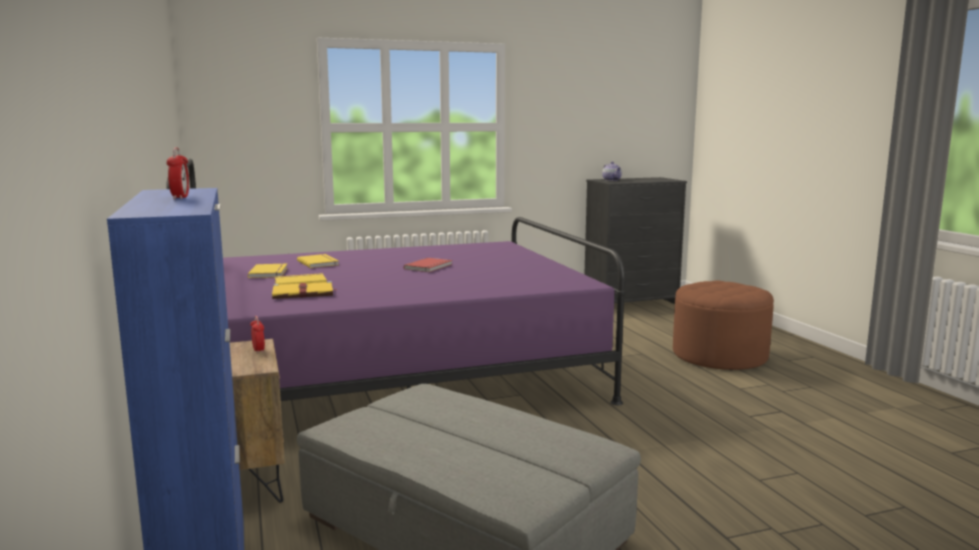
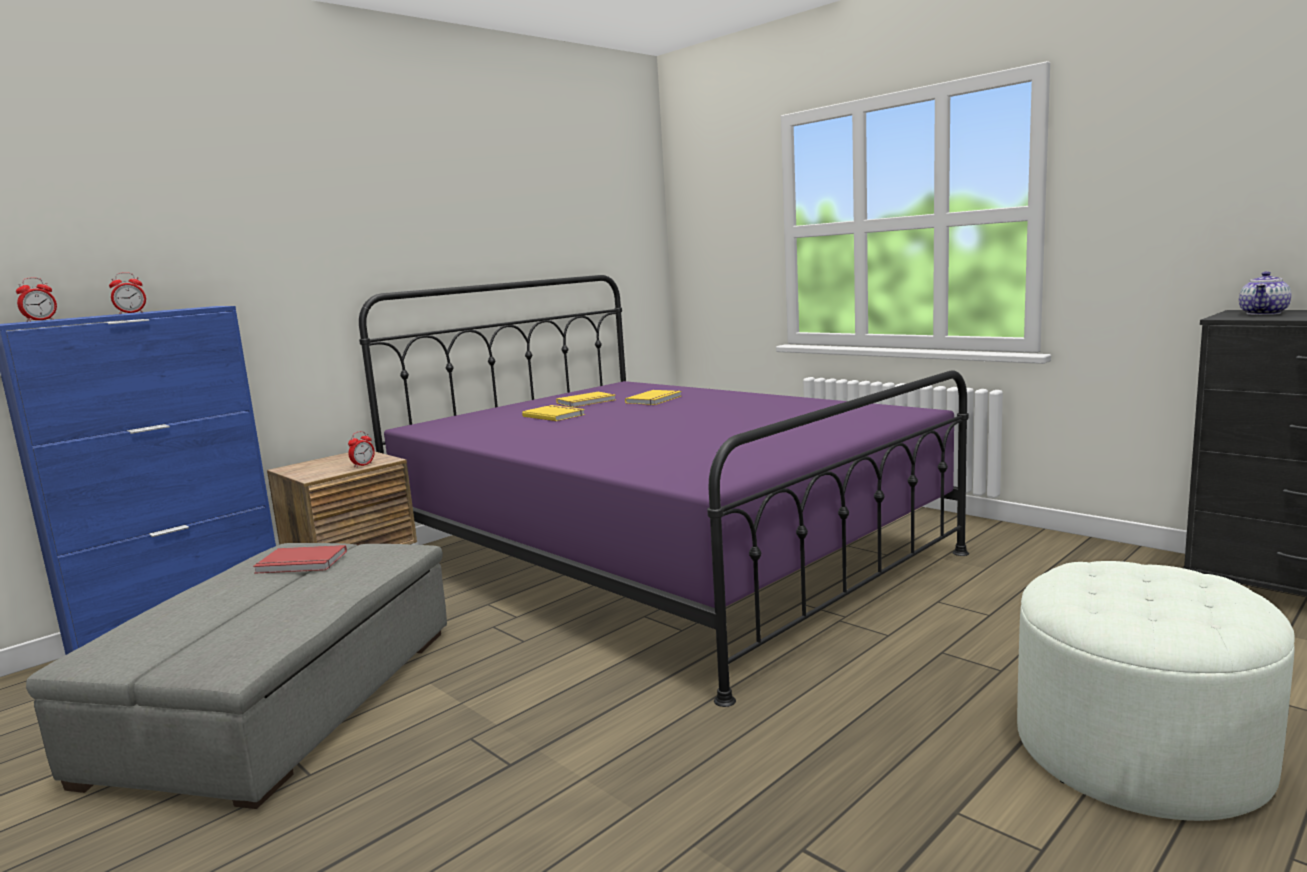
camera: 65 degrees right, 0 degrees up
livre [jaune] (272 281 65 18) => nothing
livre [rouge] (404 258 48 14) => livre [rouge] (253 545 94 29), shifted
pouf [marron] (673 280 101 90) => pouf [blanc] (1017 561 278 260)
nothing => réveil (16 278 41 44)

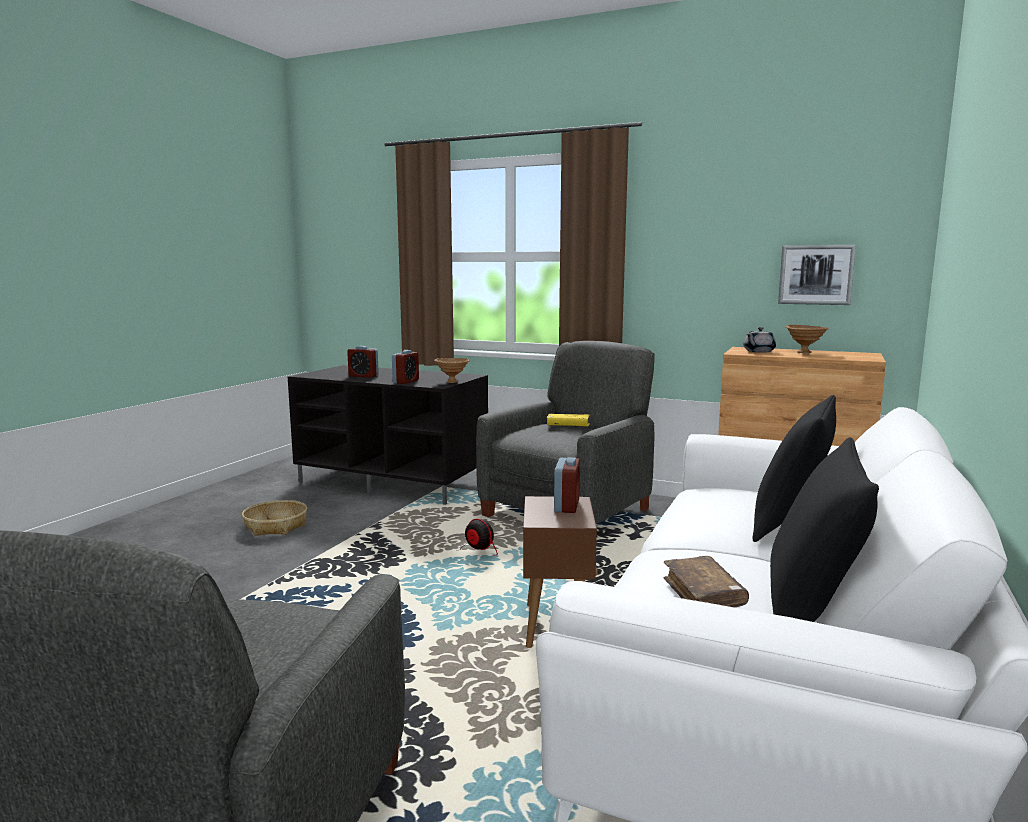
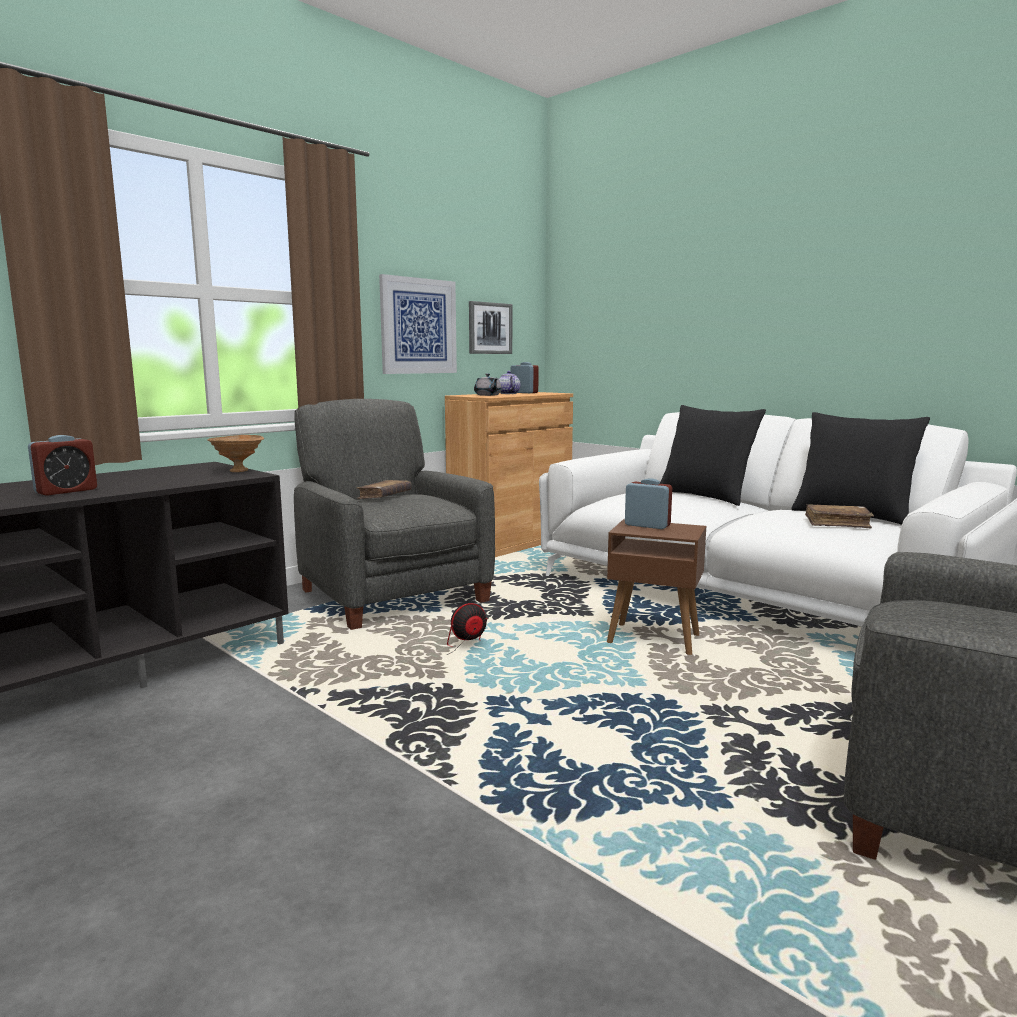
camera: 70 degrees left, 0 degrees up
panier (242 500 65 36) => nothing
réveil (392 350 27 34) => réveil (511 362 28 31), shifted
livre [jaune] (547 414 43 13) => livre [marron] (356 480 55 19)
bol [marron] (785 325 44 28) => théière (499 371 22 23)
nothing => tableau (379 274 78 100)

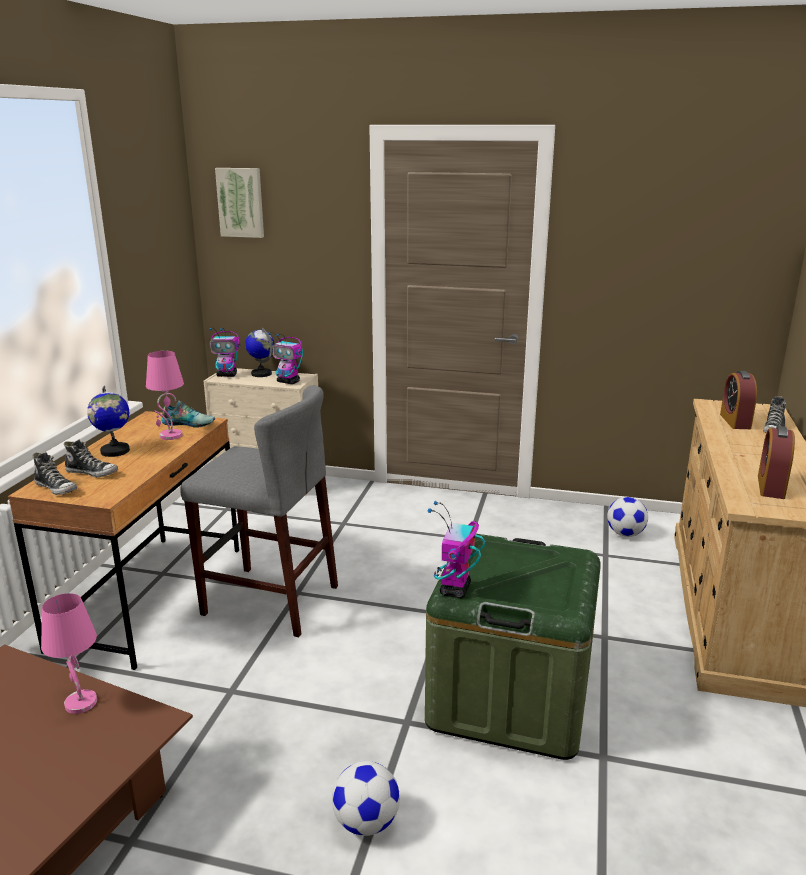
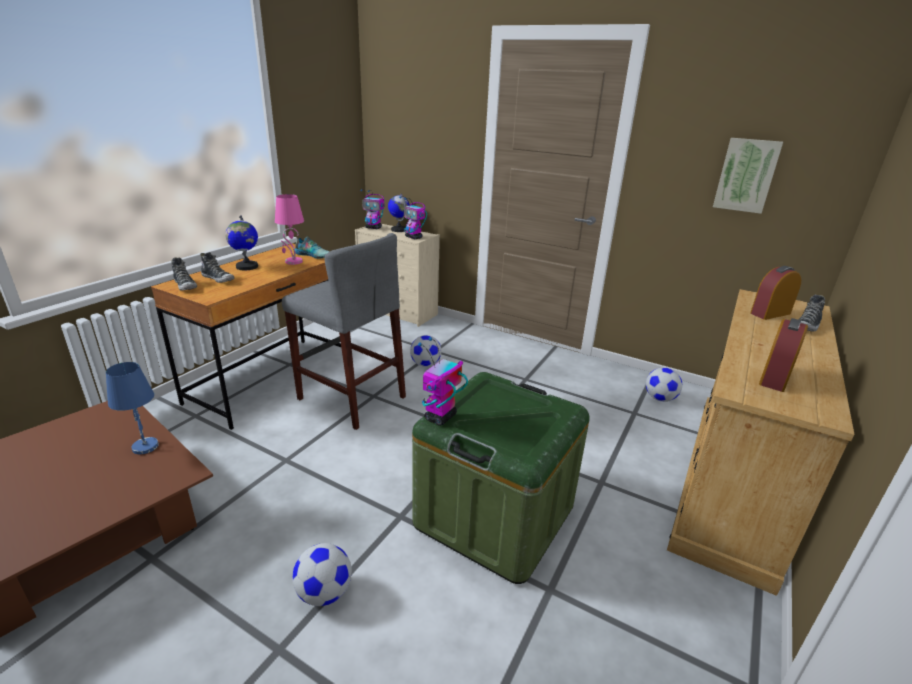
camera: 15 degrees right, 5 degrees up
lampe de table [rose] (41 593 56 121) => lampe de table [bleu] (106 362 53 92)
tableau (215 168 49 70) => tableau (713 138 70 76), shifted
réveil (720 371 37 58) => réveil (750 266 51 54), 45 degrees clockwise
nothing => ballon de foot (410 335 31 32)

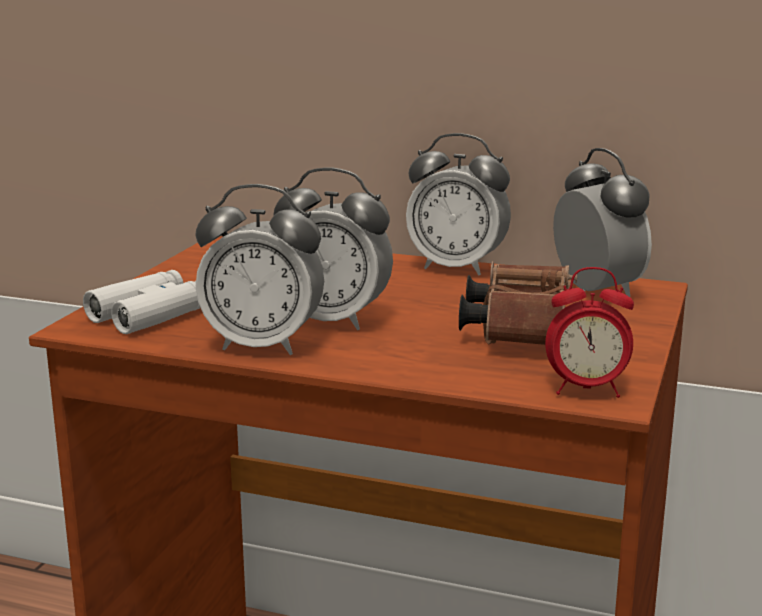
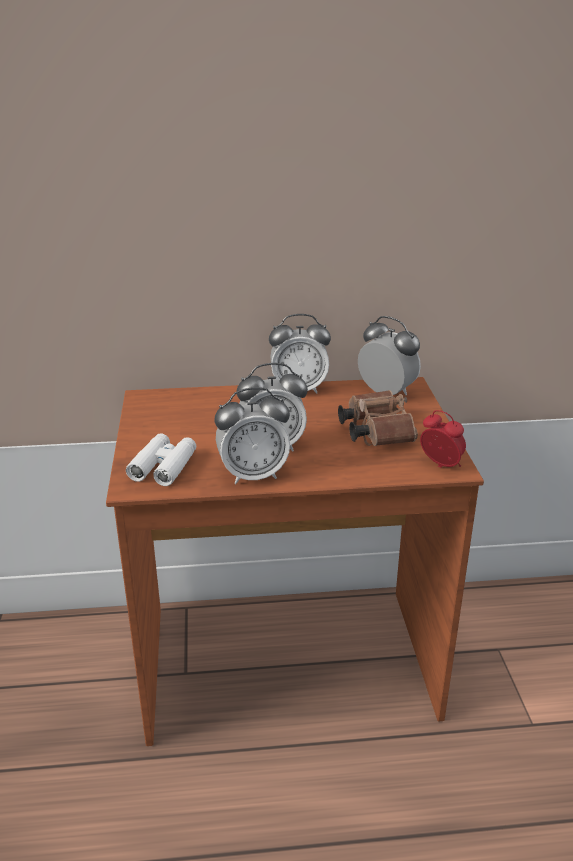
camera: 25 degrees left, 10 degrees up
réveil (545 267 89 131) => réveil (420 410 46 58), 120 degrees counterclockwise

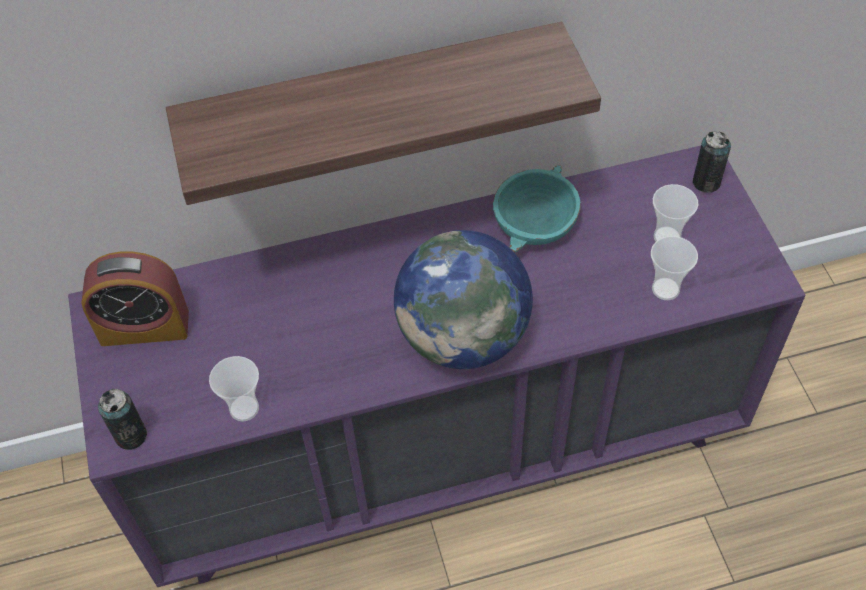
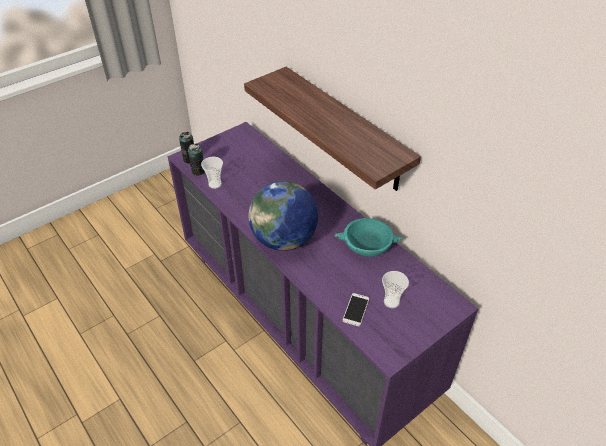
camera: 65 degrees right, 10 degrees down
réveil (81 252 108 94) => nothing
tasse (651 236 47 64) => téléphone (343 293 26 33)
boîte métallique (693 131 38 62) => boîte métallique (188 144 17 32), shifted

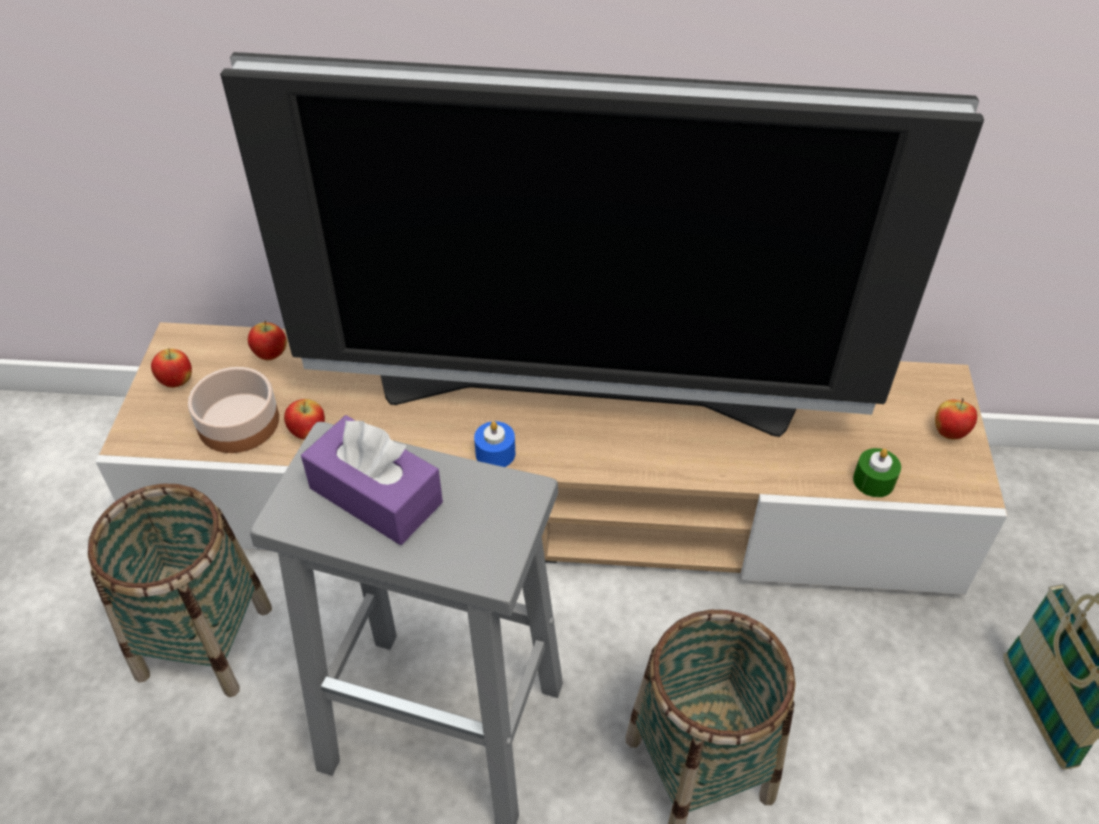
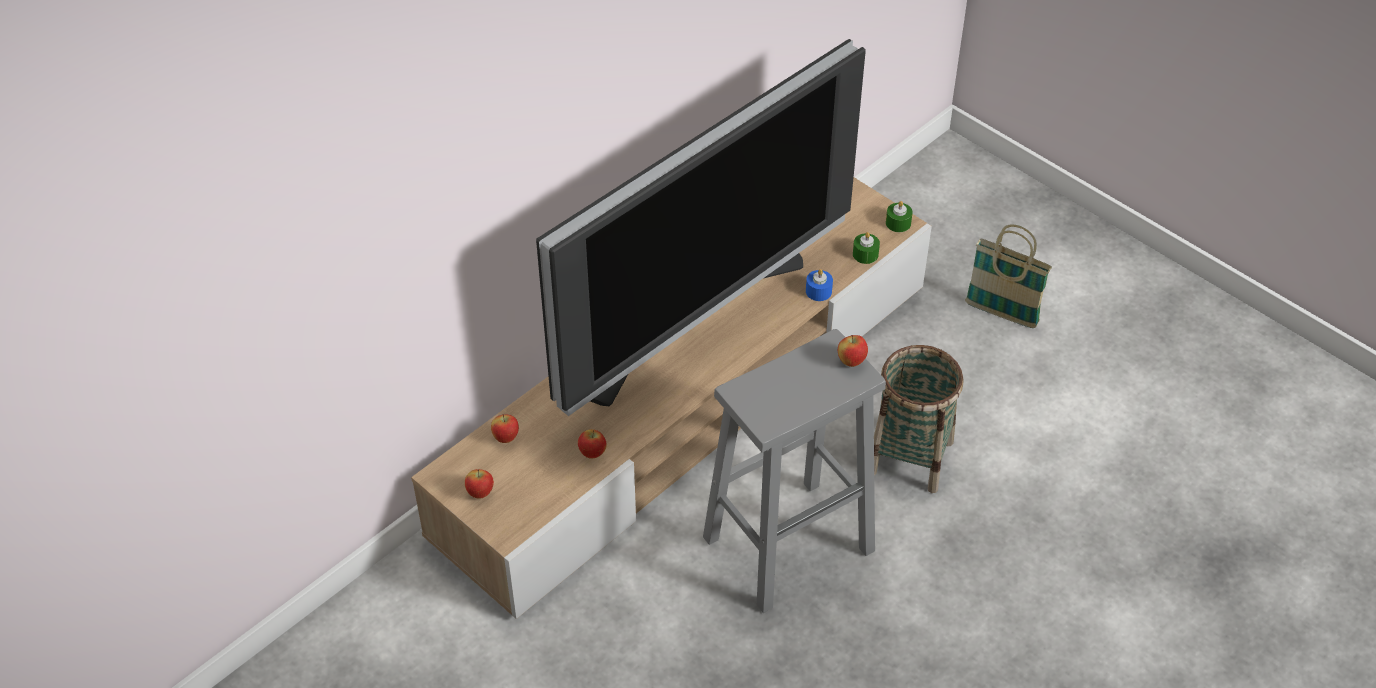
camera: 50 degrees left, 0 degrees up
panier (88 484 184 213) => nothing
bol (188 367 91 86) => nothing
boîte à mouchoirs [violet] (301 415 142 130) => nothing
bougie [bleu] (474 421 41 46) => bougie [bleu] (806 269 27 32), shifted
pomme (935 398 42 42) => pomme (838 335 30 32), shifted
nothing => bougie [vert] (886 201 27 31)

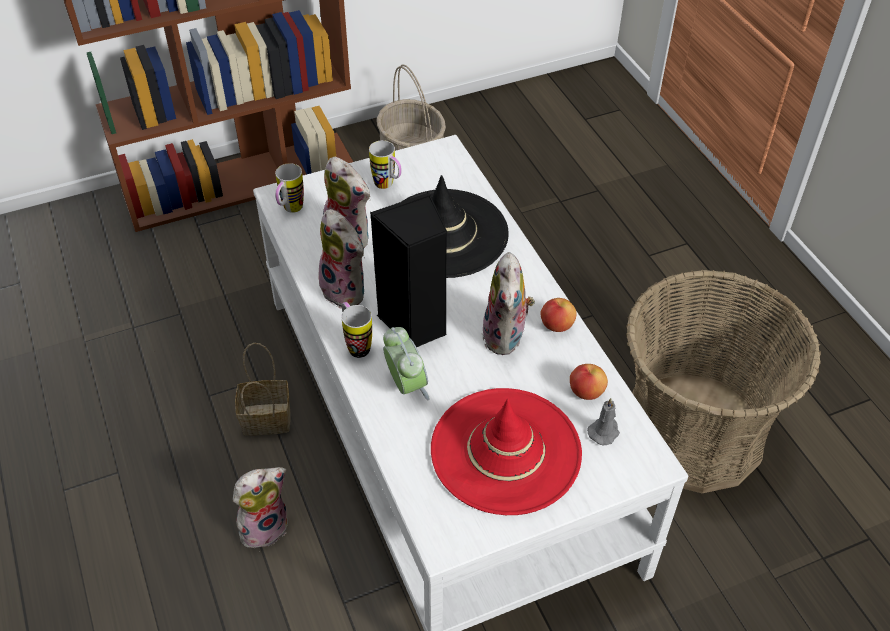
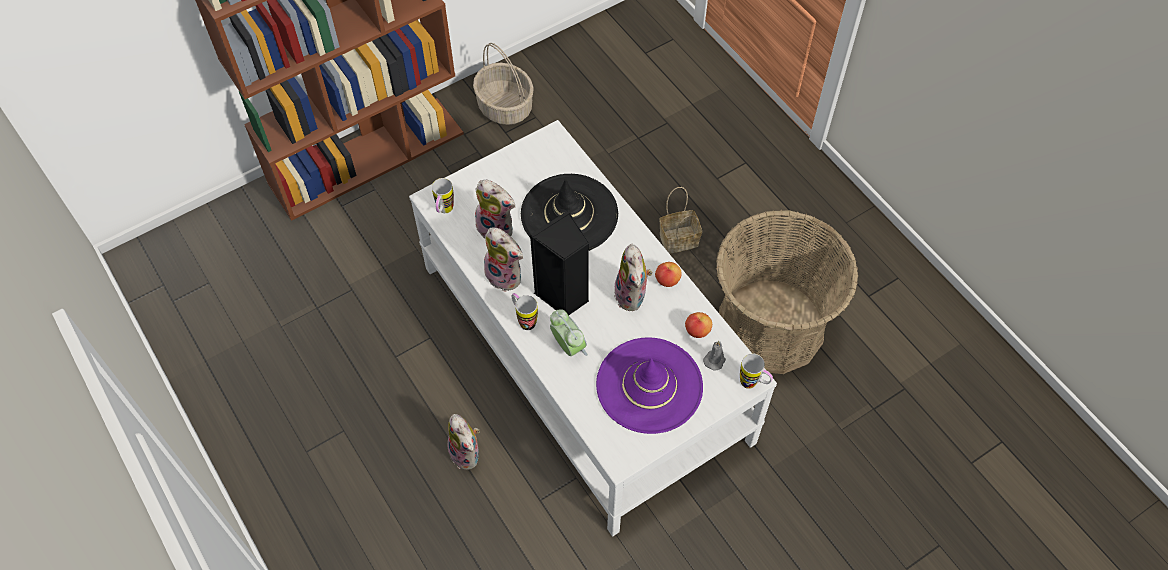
camera: 10 degrees left, 10 degrees up
peluche (233 467 55 81) => peluche (448 414 31 56), 105 degrees clockwise
panier (235 343 56 92) => panier (659 187 43 67), shifted
mug (369 140 33 49) => mug (740 353 33 36), shifted
chapeau [rouge] (431 388 151 127) => chapeau [violet] (596 337 107 97)

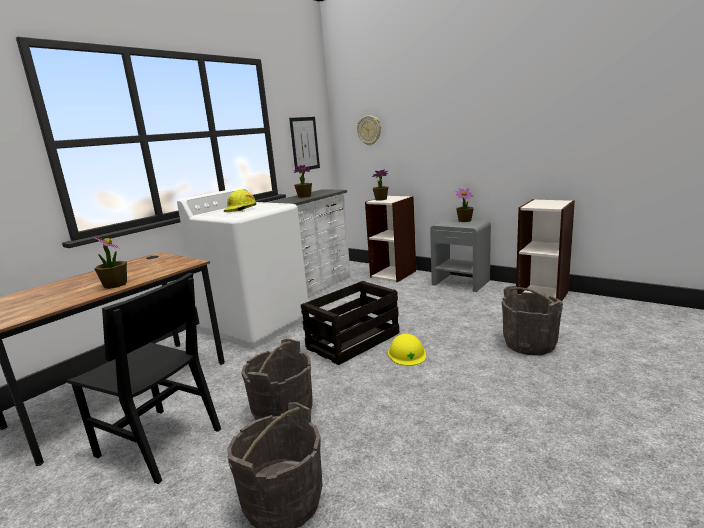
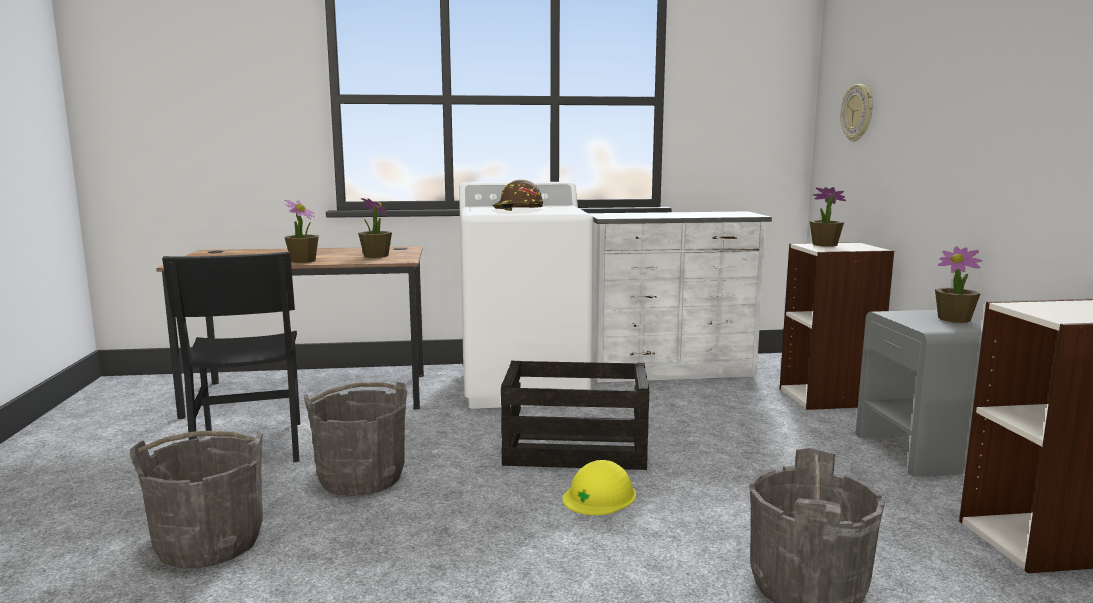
camera: 45 degrees right, 5 degrees down
casque de chantier [jaune] (224 189 32 23) => casque de chantier [marron] (493 180 50 31)
tableau (289 117 31 53) => nothing
plante en pot (293 165 19 33) => plante en pot (358 198 34 60), shifted

